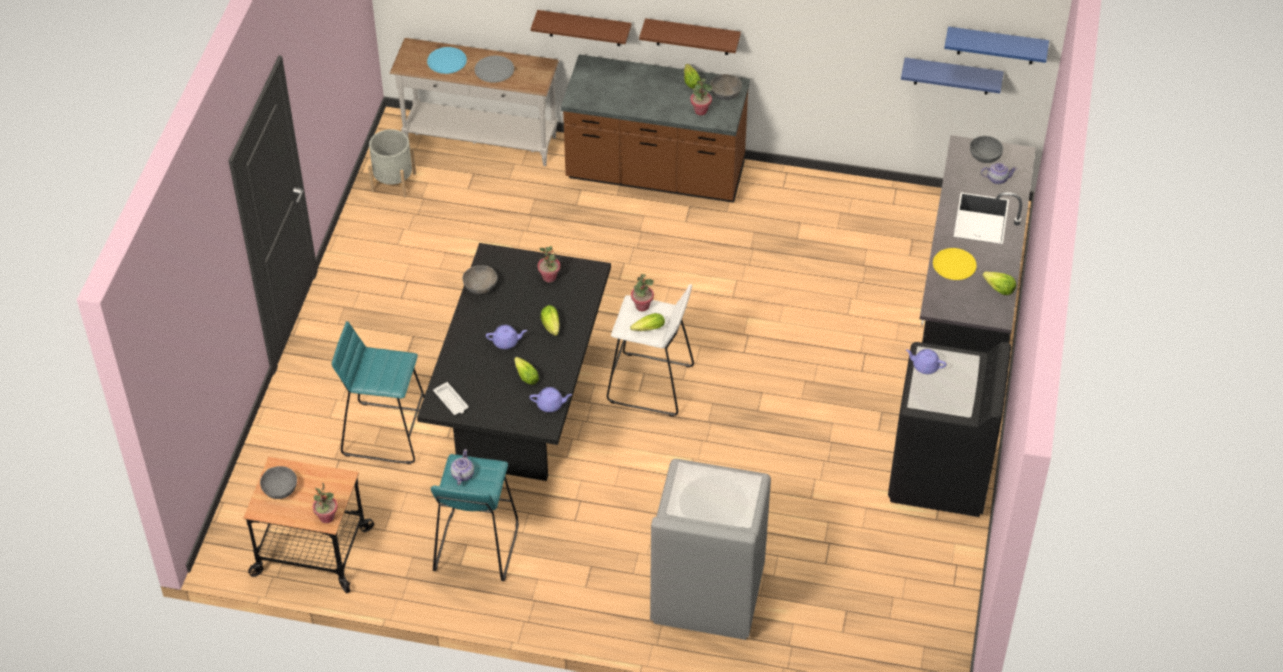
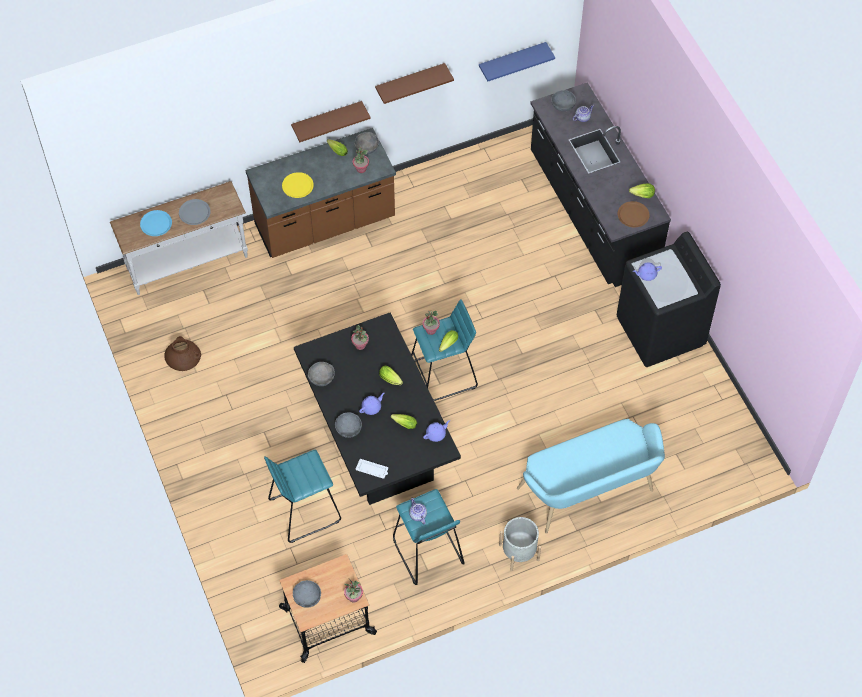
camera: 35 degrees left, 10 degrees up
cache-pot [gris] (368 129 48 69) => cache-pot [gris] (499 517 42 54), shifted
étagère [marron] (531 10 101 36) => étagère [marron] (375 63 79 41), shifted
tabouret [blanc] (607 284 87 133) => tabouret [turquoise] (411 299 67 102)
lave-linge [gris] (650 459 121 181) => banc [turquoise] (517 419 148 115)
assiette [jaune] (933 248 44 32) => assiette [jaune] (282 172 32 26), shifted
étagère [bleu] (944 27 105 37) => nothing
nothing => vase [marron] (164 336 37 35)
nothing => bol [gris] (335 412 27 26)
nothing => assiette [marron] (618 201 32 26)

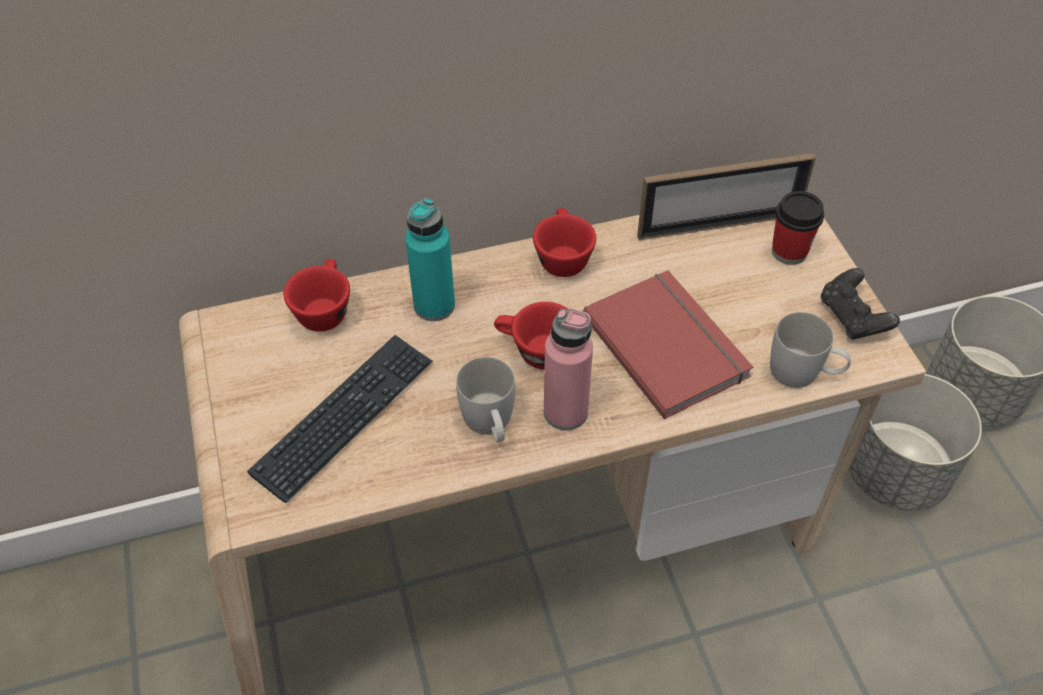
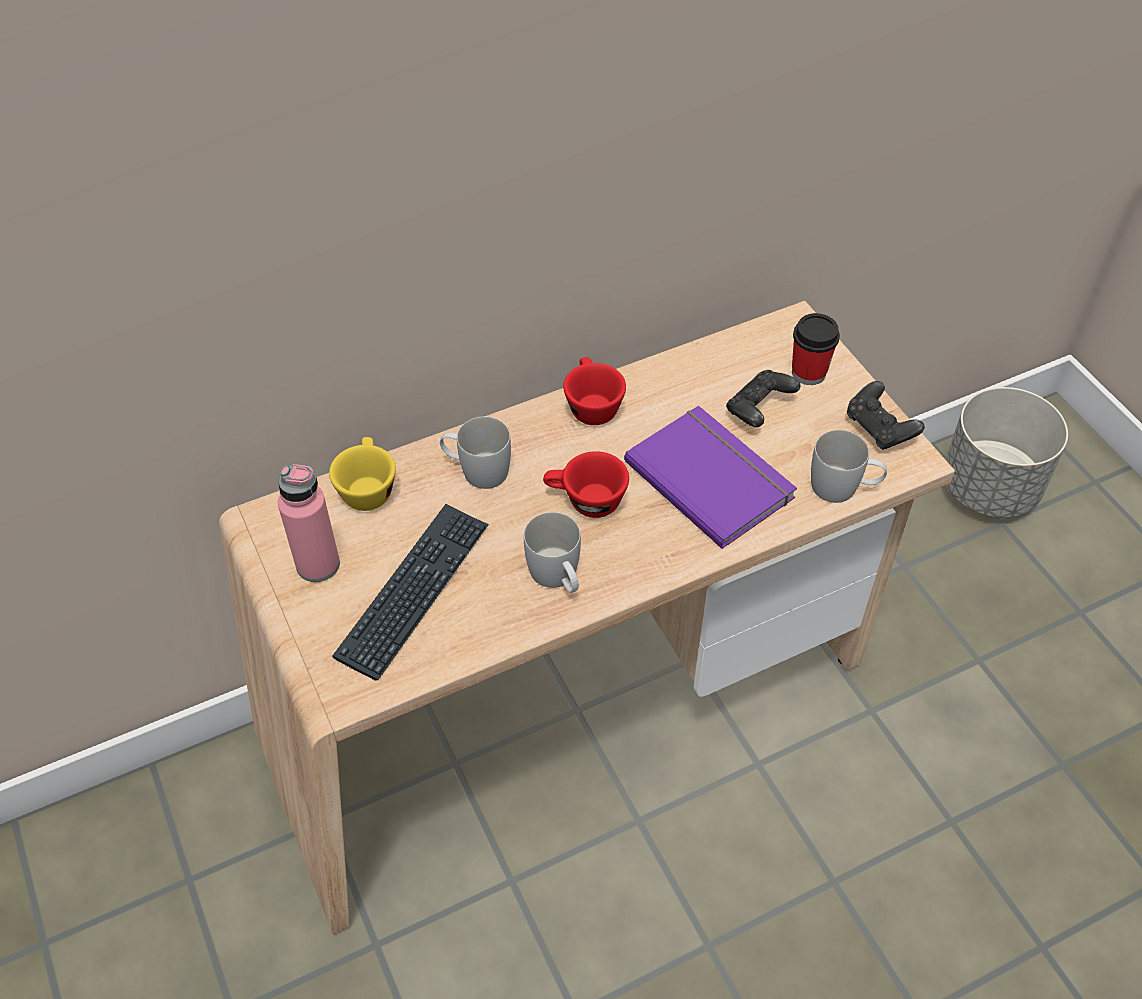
camera: 10 degrees left, 0 degrees up
tasse [rouge] (283 259 67 73) => tasse [jaune] (329 437 67 74)
bouteille [turquoise] (405 198 50 123) => mug [blanc] (440 417 71 72)
bouteille [rose] (544 308 49 122) => bouteille [rose] (278 464 62 118), shifted
livre [rouge] (583 270 170 149) => livre [violet] (624 405 173 144)
cadre photo (637 153 179 87) => nothing
cache-pot [gris] (849 374 133 137) => nothing
nothing => manette [noir] (726 370 74 57)

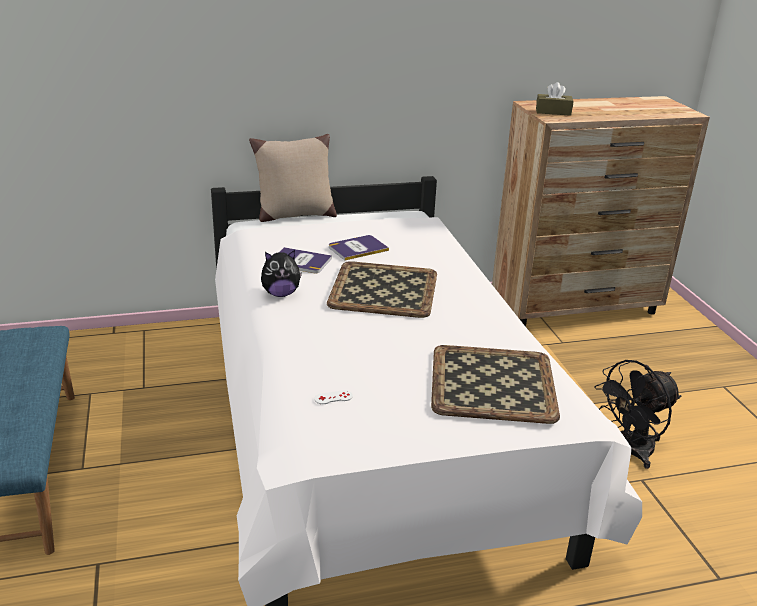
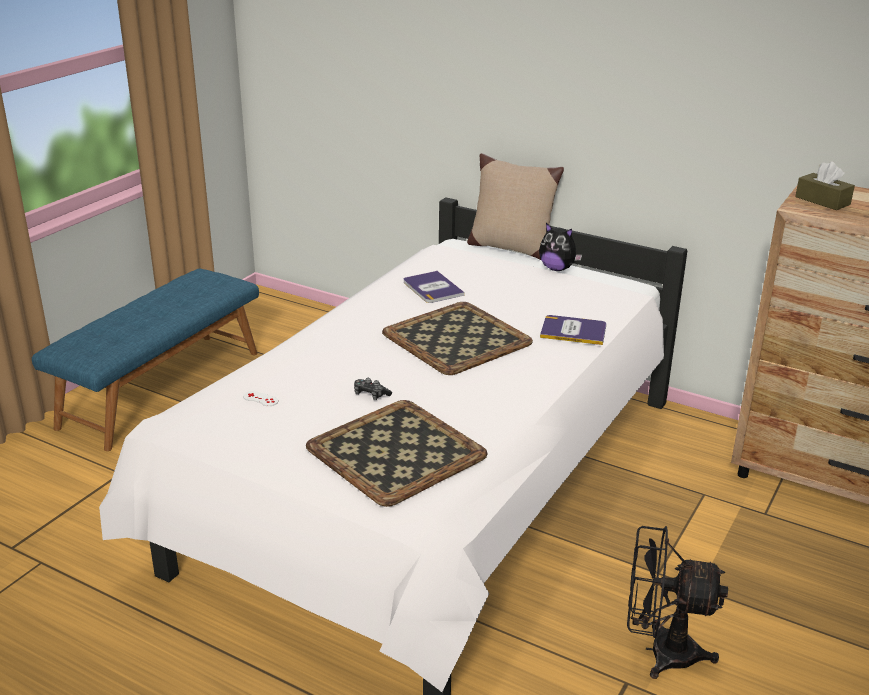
camera: 45 degrees right, 0 degrees up
peluche (261 250 41 47) => peluche (539 223 43 48), shifted
livre (329 235 60 26) => livre (540 315 66 30), shifted
nothing => manette (354 378 38 22)

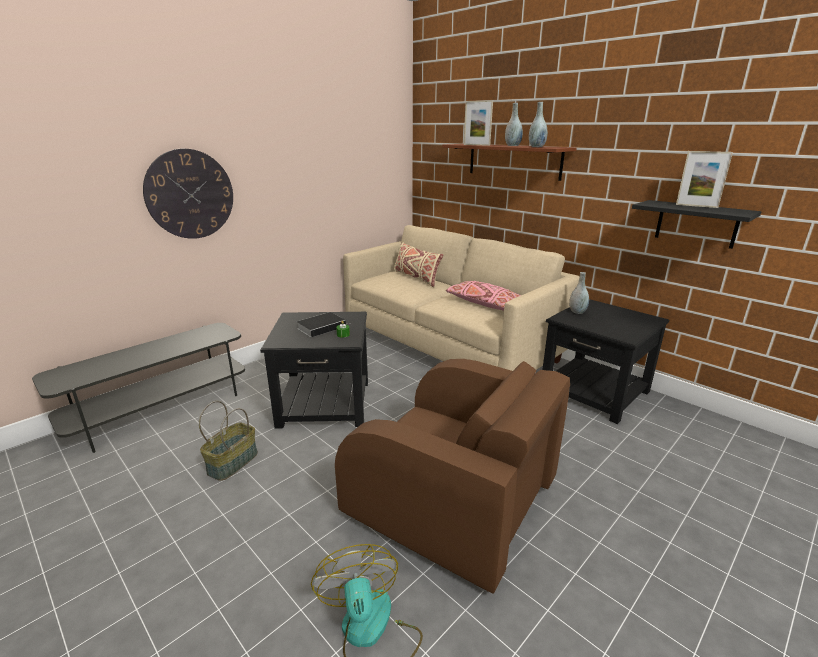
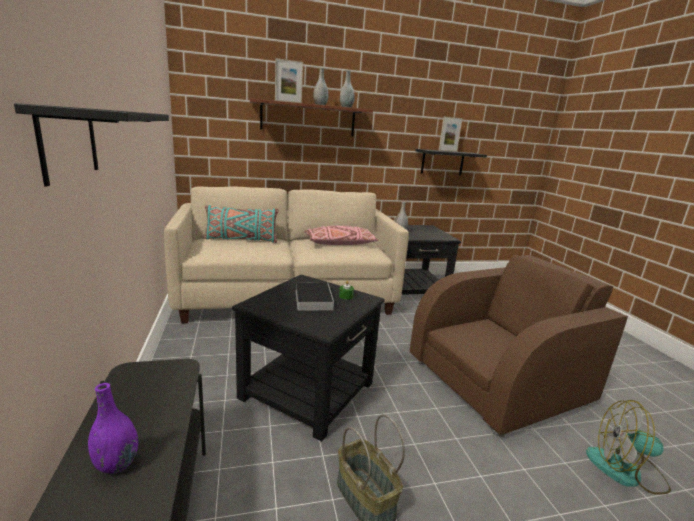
camera: 60 degrees left, 5 degrees down
horloge murale (143 149 90 90) => étagère [noir] (14 103 155 83)
coussin [beige] (394 242 49 45) => coussin [turquoise] (204 205 74 38)
nothing => vase [violet] (88 383 50 90)

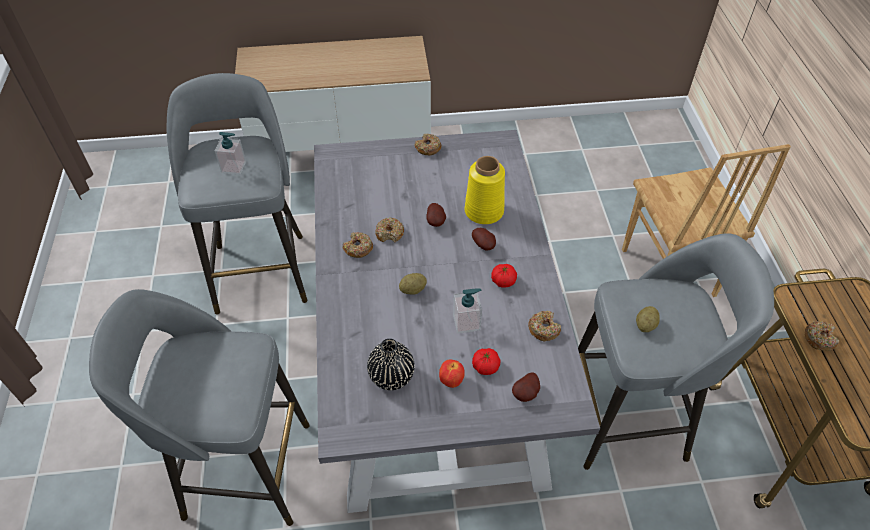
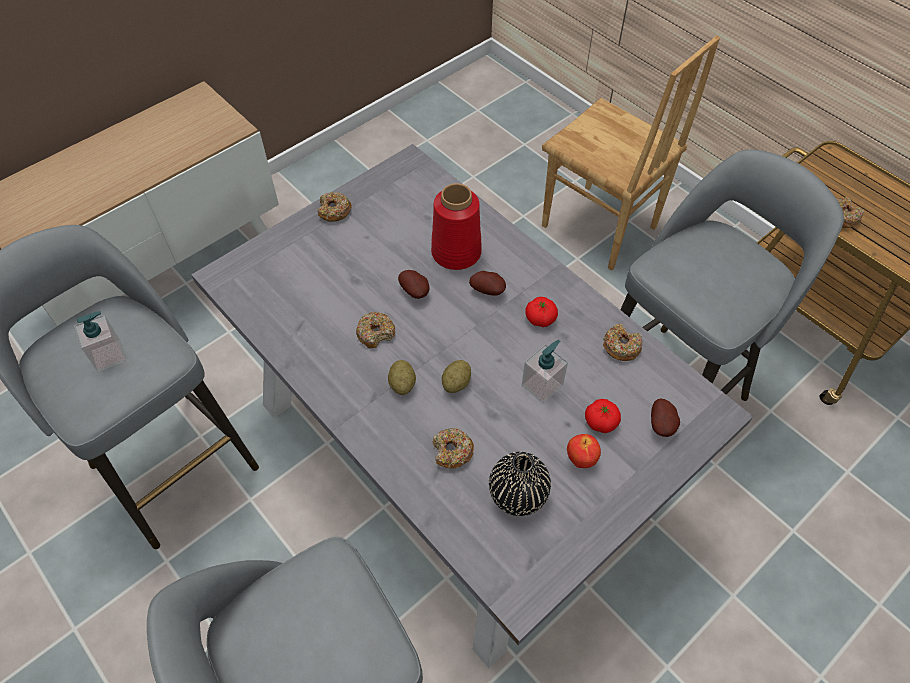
camera: 35 degrees left, 5 degrees up
beignet (342 232 31 26) => beignet (433 428 41 40), shifted
vase [jaune] (465 156 40 68) => vase [rouge] (431 183 51 87)
pomme de terre (636 306 24 26) => pomme de terre (388 360 28 35), shifted

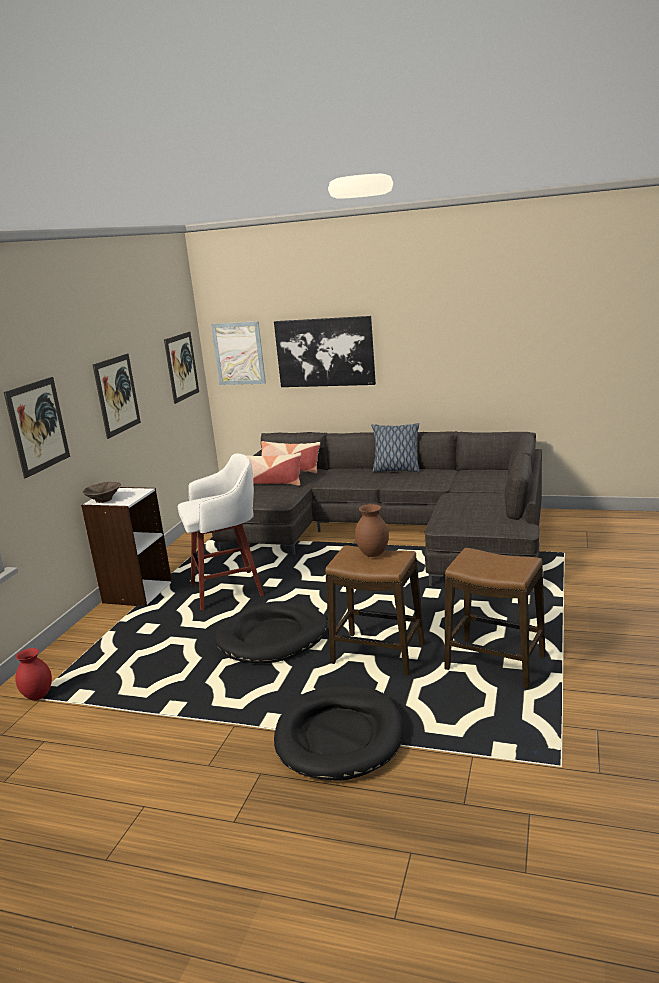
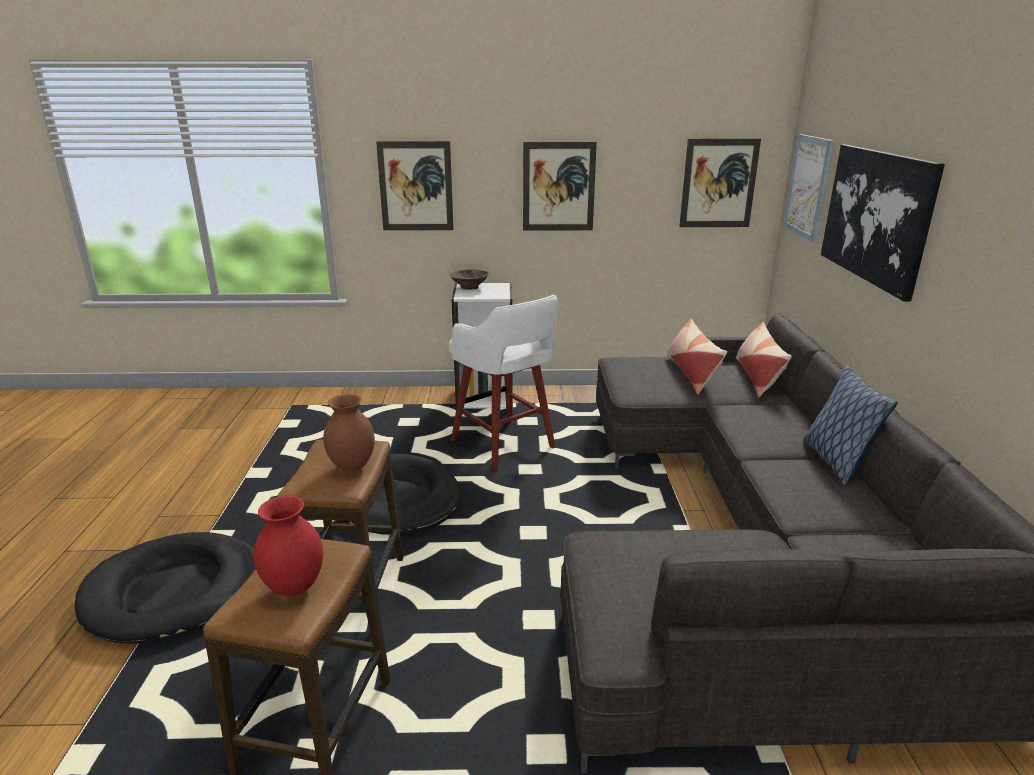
camera: 70 degrees right, 5 degrees up
vase [rouge] (15 648 37 52) => vase [rouge] (254 496 69 100), shifted

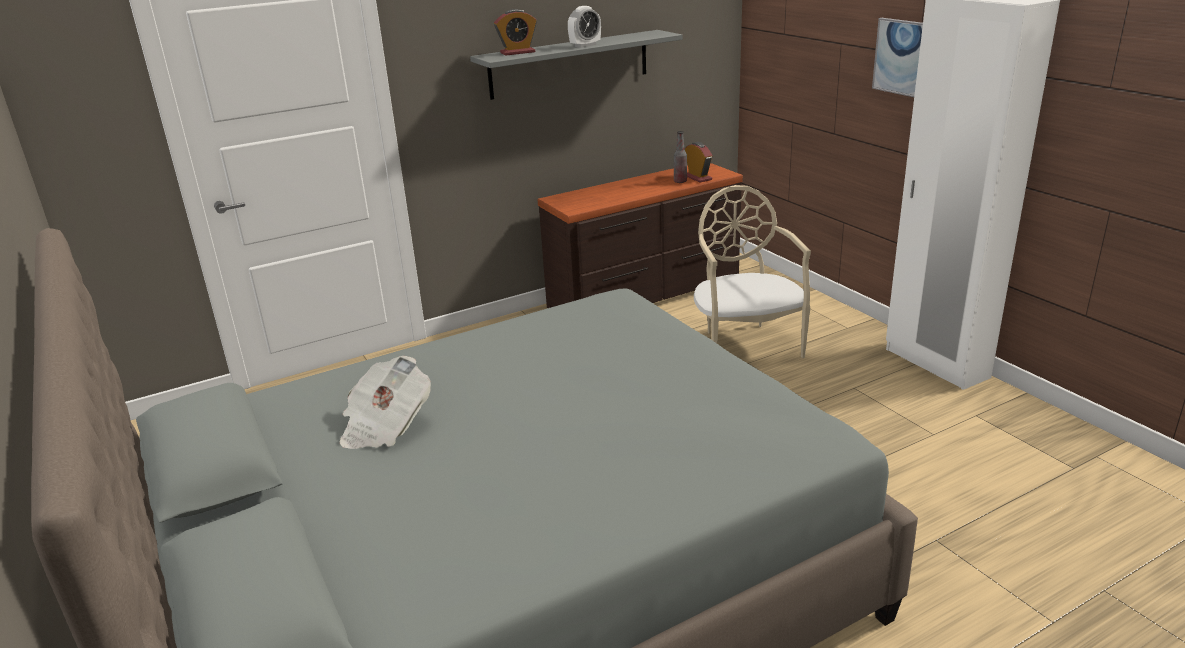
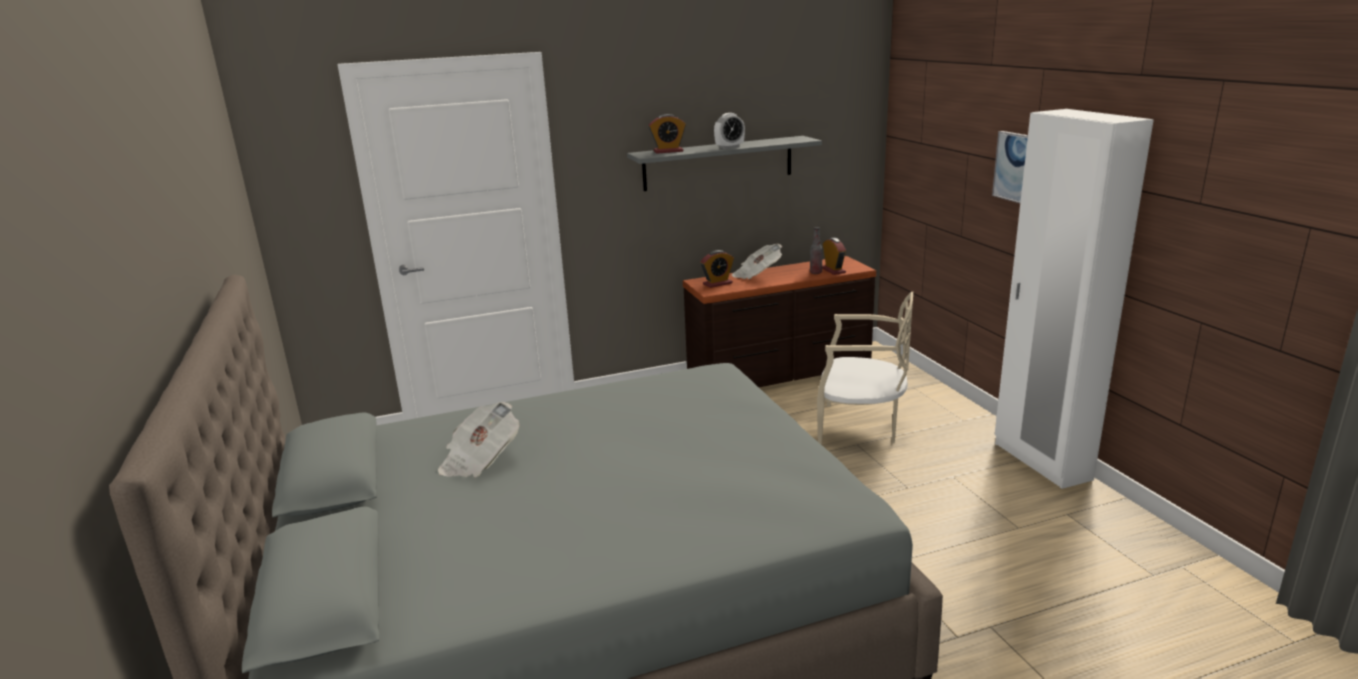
camera: 10 degrees right, 5 degrees down
chaise [beige] (694 185 117 173) => chaise [beige] (817 292 96 153), 105 degrees clockwise
nothing => réveil (700 250 34 38)
nothing => journal (732 244 50 35)

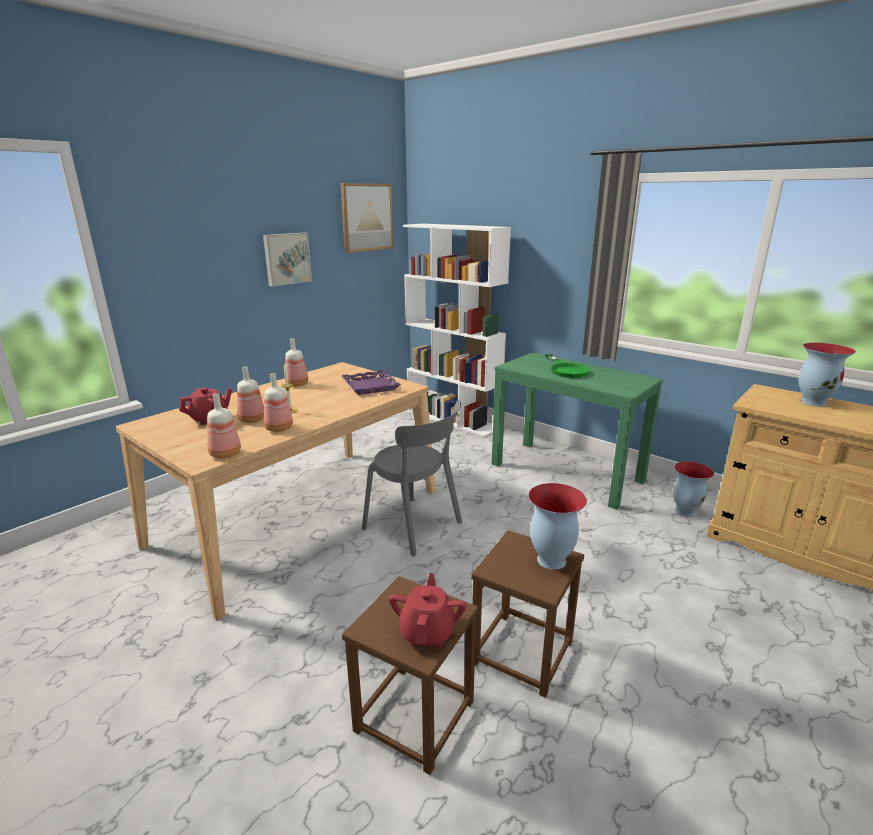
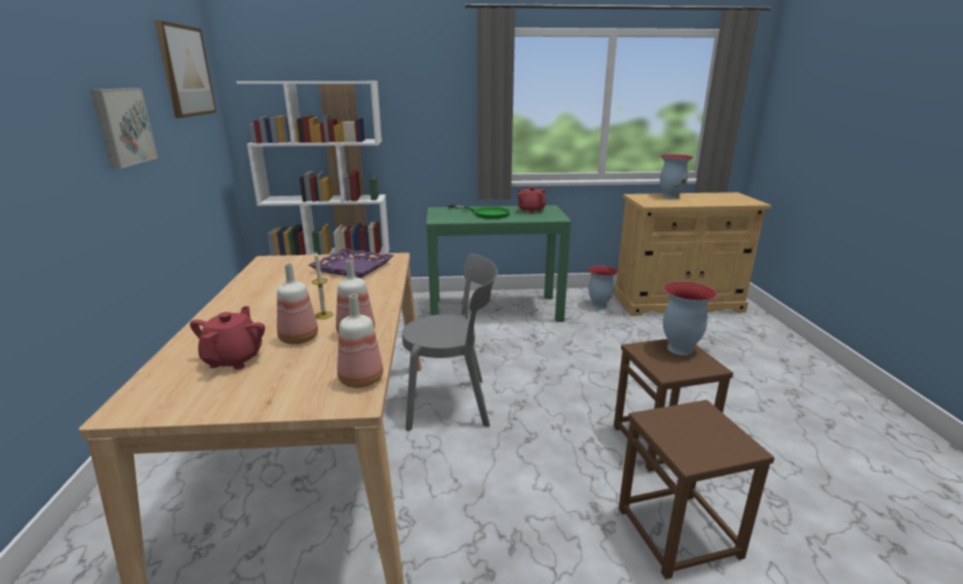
camera: 45 degrees left, 0 degrees up
bouteille (285 338 24 49) => nothing
théière [rouge] (389 573 77 75) => théière [rouge] (518 187 28 26), shifted

